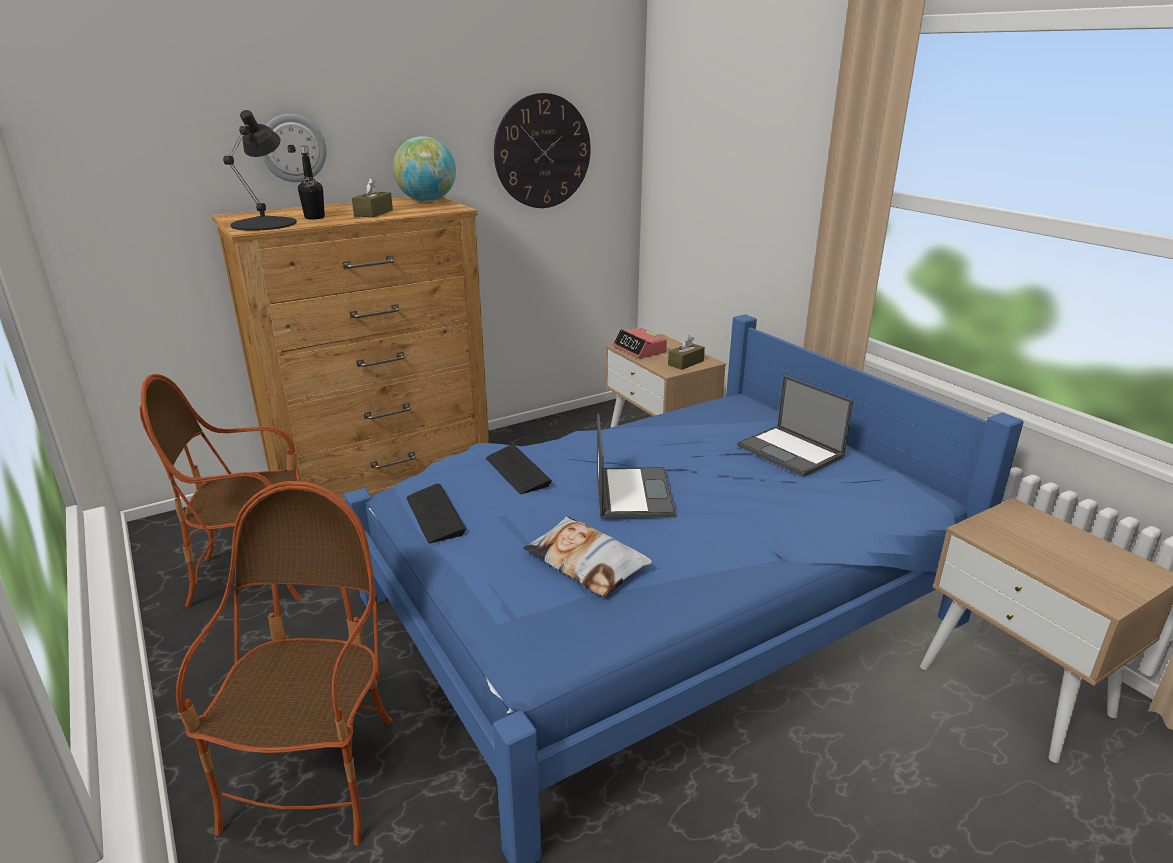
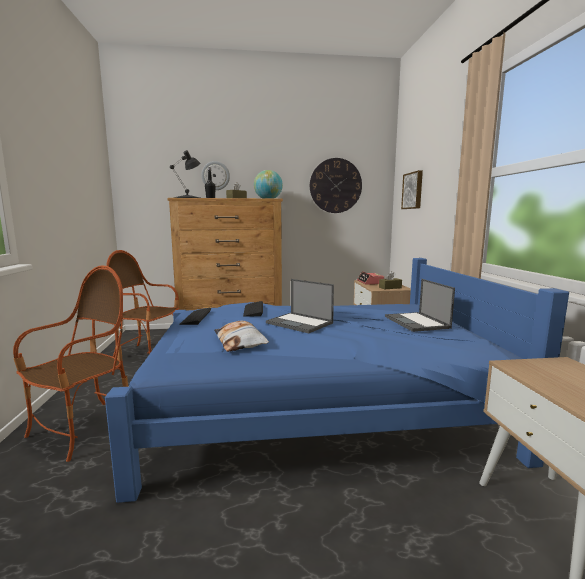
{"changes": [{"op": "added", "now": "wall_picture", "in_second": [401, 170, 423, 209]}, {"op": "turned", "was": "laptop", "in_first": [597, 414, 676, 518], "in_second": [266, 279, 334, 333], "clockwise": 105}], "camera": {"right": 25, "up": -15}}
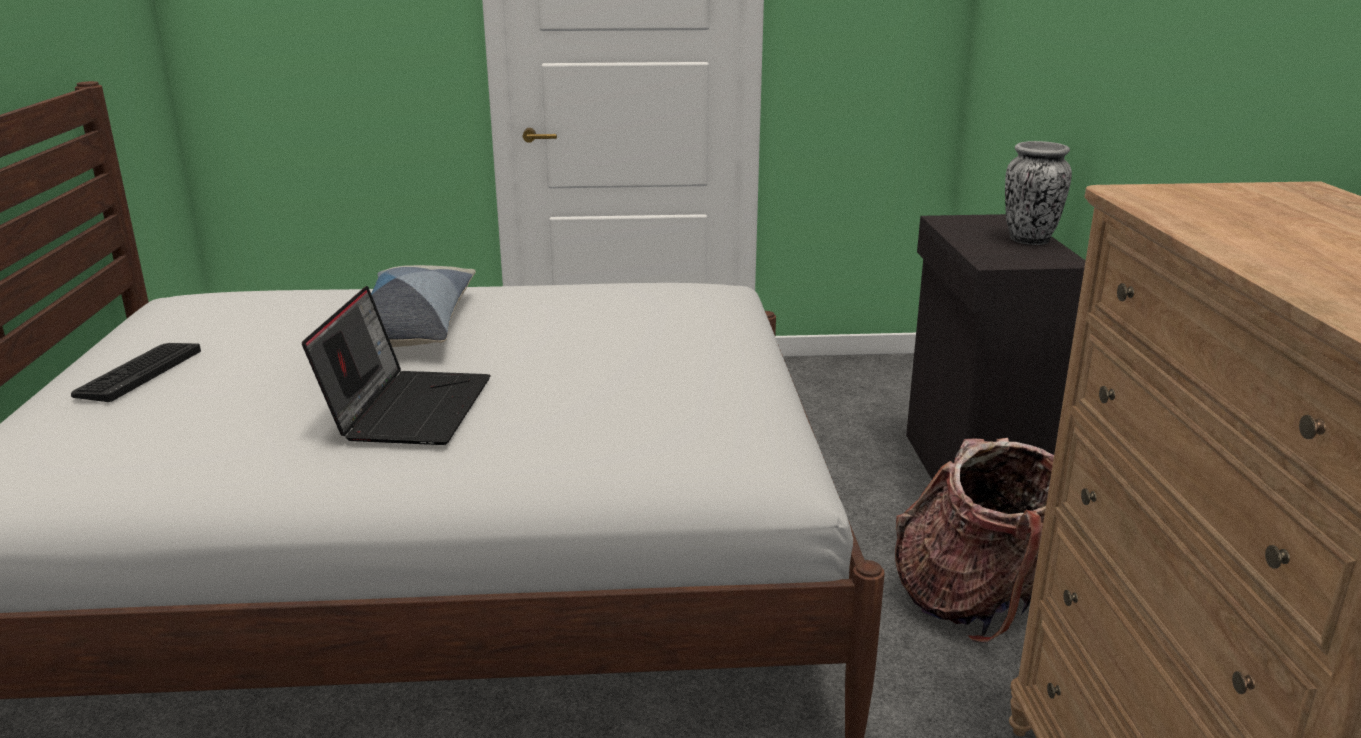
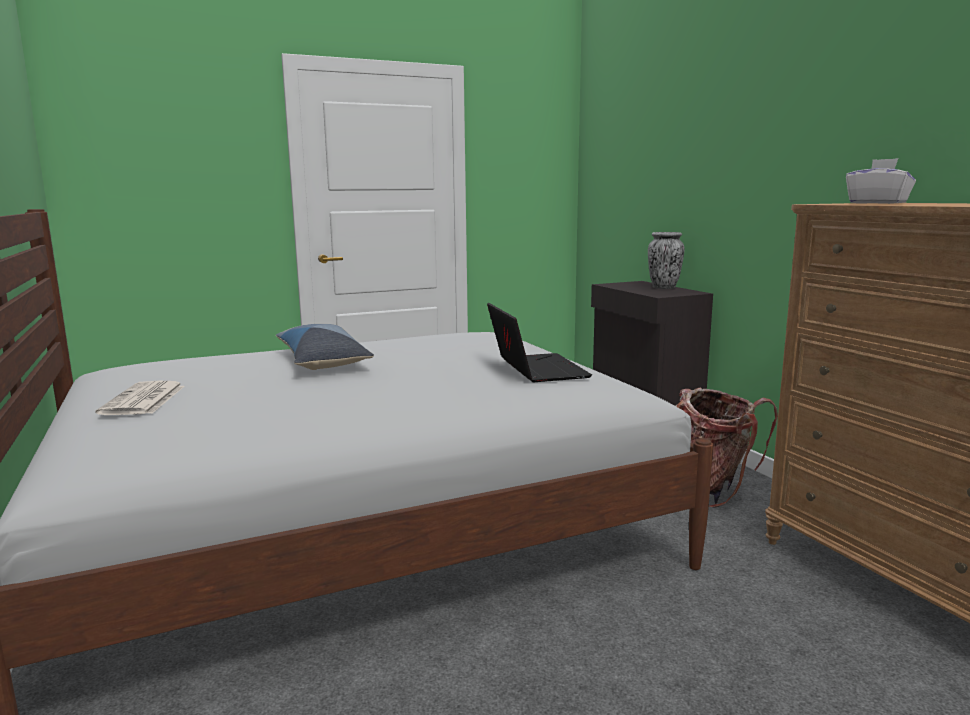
{"changes": [{"op": "added", "now": "white-coloured_box_of_tissues", "in_second": [846, 158, 916, 204]}, {"op": "moved", "was": "laptop", "in_first": [302, 286, 491, 445], "in_second": [487, 303, 592, 382]}, {"op": "replaced", "was": "keyboard", "now": "printed_paper", "in_first": [71, 343, 201, 402], "in_second": [96, 381, 185, 415]}], "camera": {"right": -20, "up": -10}}
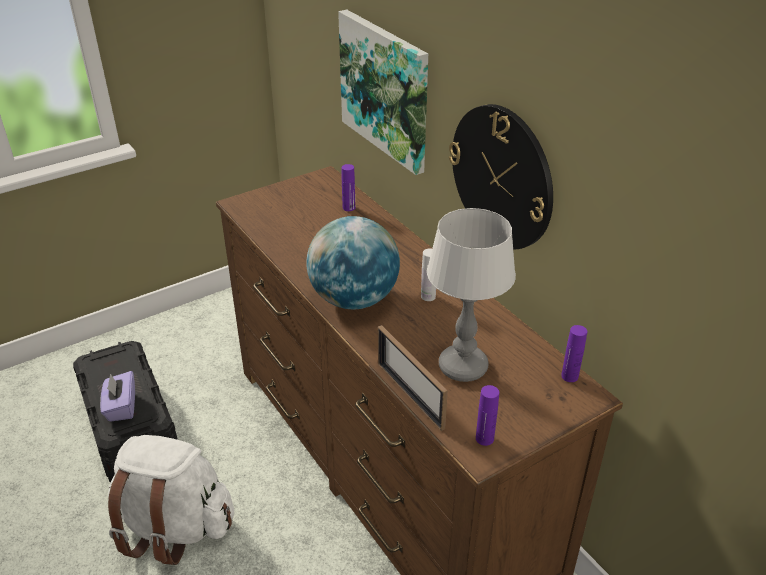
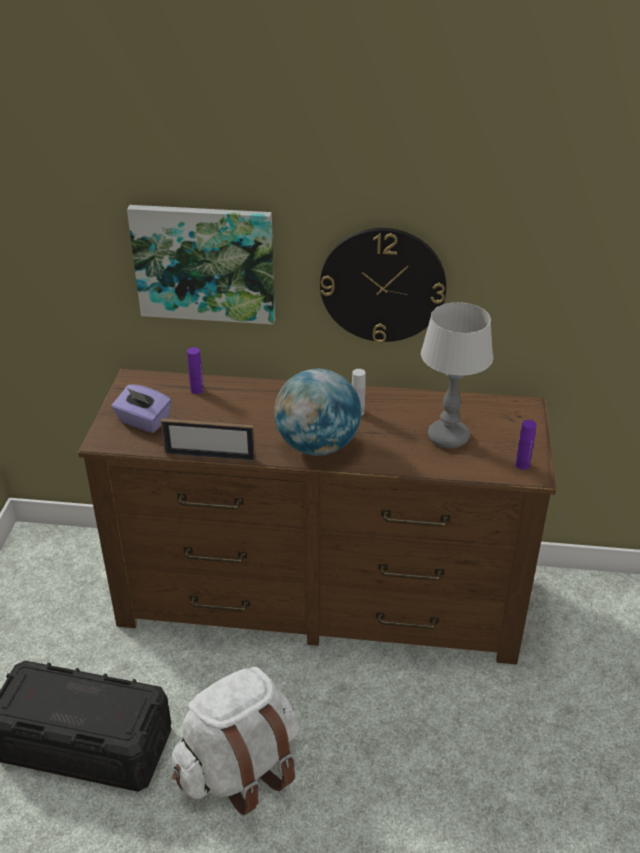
{"changes": [{"op": "removed", "was": "purple-coloured_drink_bottle", "in_first": [561, 325, 587, 382]}, {"op": "moved", "was": "purple-coloured_box_of_tissues", "in_first": [100, 371, 135, 422], "in_second": [112, 384, 171, 433]}, {"op": "moved", "was": "photo_frame", "in_first": [378, 325, 448, 431], "in_second": [161, 418, 256, 461]}], "camera": {"right": -50, "up": 0}}
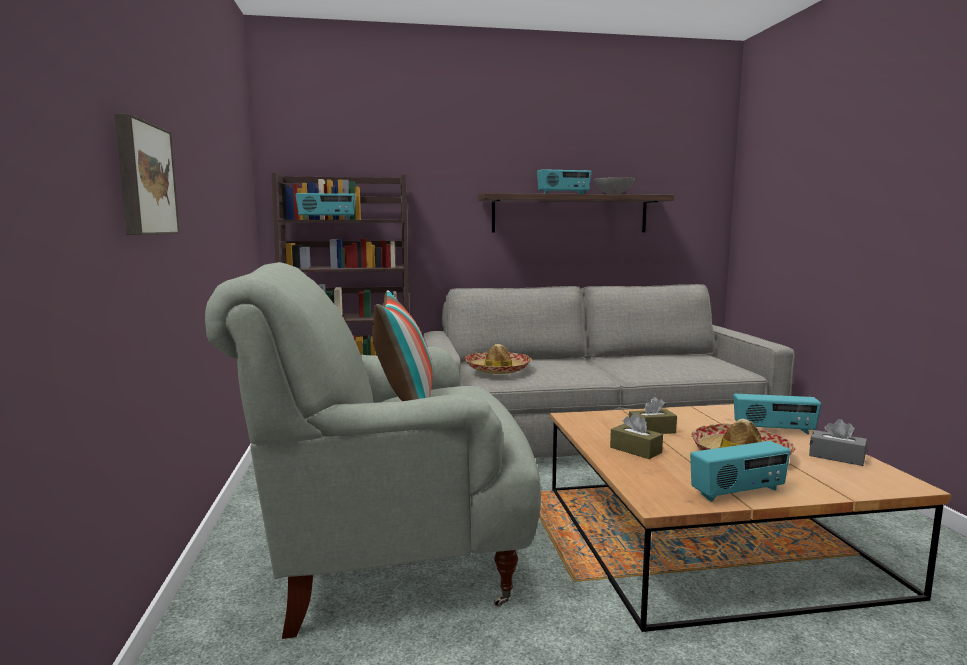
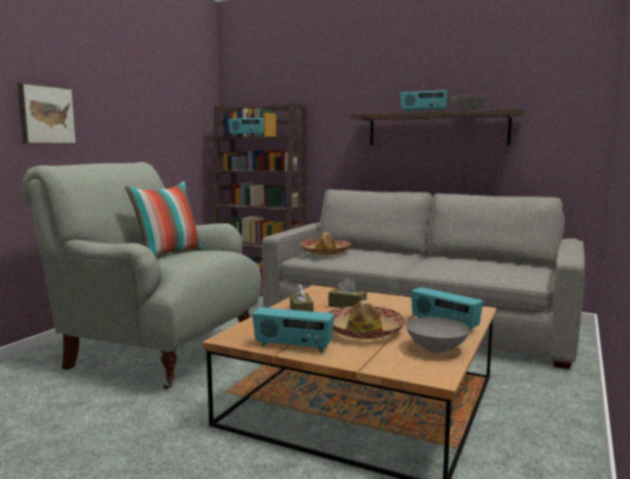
{"changes": [{"op": "replaced", "was": "grey_box_of_tissues", "now": "grey_bowl", "in_first": [809, 419, 867, 466], "in_second": [406, 317, 470, 353]}], "camera": {"right": 35, "up": 0}}
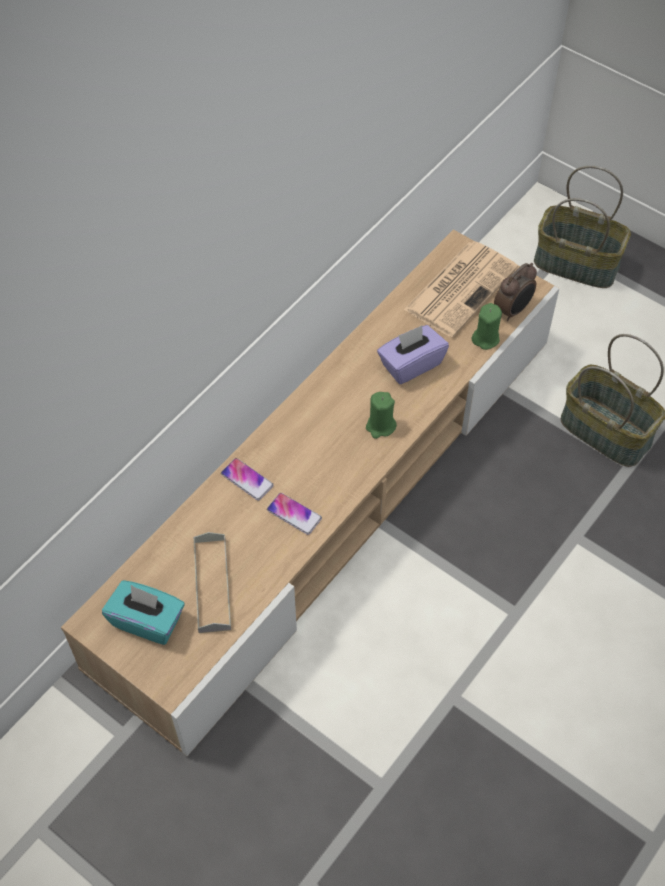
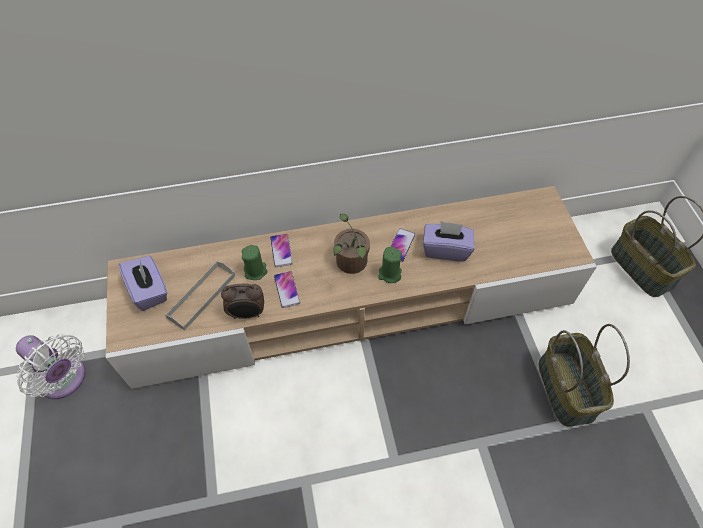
{"changes": [{"op": "removed", "was": "printed_paper", "in_first": [404, 241, 518, 337]}, {"op": "added", "now": "white-coloured_cooling_fan", "in_second": [16, 334, 86, 399]}, {"op": "added", "now": "potted_plant", "in_second": [333, 214, 370, 274]}, {"op": "added", "now": "telephone", "in_second": [390, 228, 416, 262]}, {"op": "moved", "was": "greenish_wax_candle", "in_first": [472, 303, 502, 350], "in_second": [242, 245, 267, 280]}, {"op": "moved", "was": "bedside_clock", "in_first": [494, 263, 537, 321], "in_second": [221, 284, 264, 319]}, {"op": "recoloured", "was": "blue-green_box_of_tissues", "now": "purple-coloured_box_of_tissues", "in_first": [102, 580, 185, 645], "in_second": [119, 256, 167, 311]}], "camera": {"right": 40, "up": 0}}
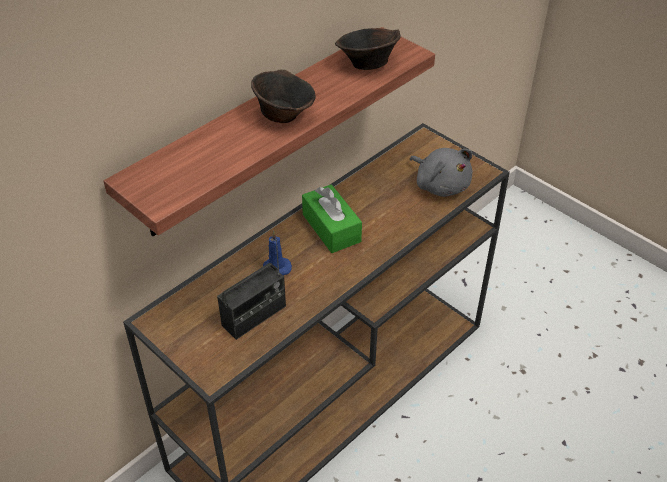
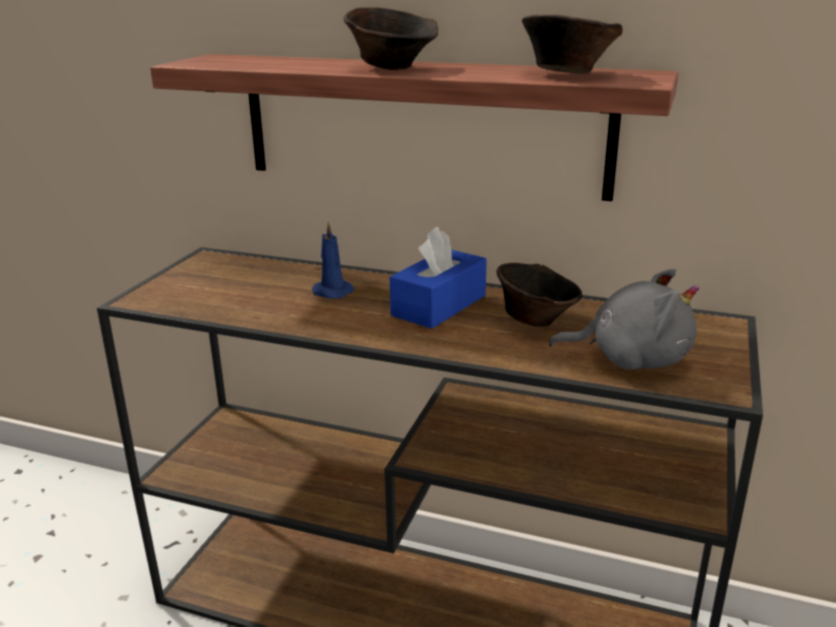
{"changes": [{"op": "removed", "was": "radio_set", "in_first": [217, 239, 286, 340]}, {"op": "added", "now": "brown-coloured_bowl", "in_second": [496, 263, 582, 327]}, {"op": "recoloured", "was": "greenish_box_of_tissues", "now": "blue_box_of_tissues", "in_first": [302, 184, 362, 253], "in_second": [390, 226, 487, 329]}, {"op": "turned", "was": "grey_soft_toy", "in_first": [410, 148, 473, 197], "in_second": [549, 269, 699, 370], "clockwise": -105}], "camera": {"right": 65, "up": -20}}
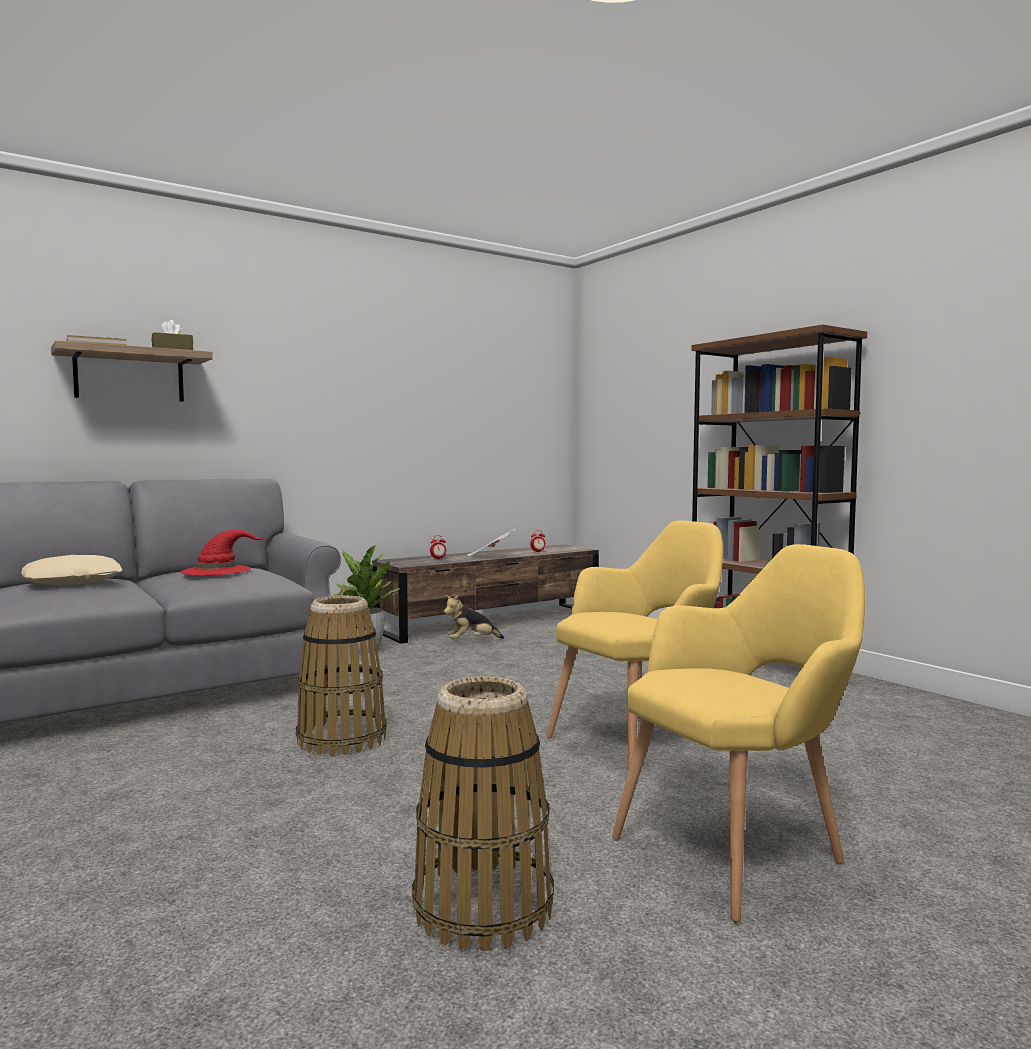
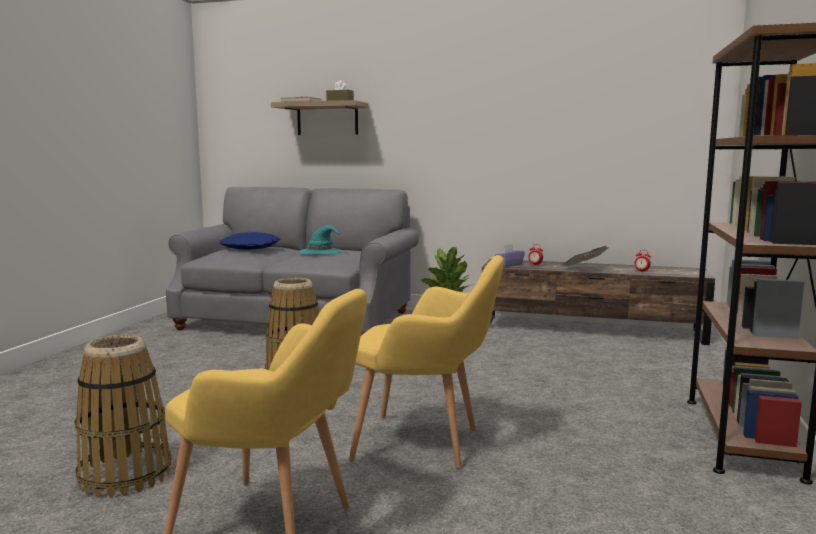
{"changes": [{"op": "removed", "was": "soft_toy", "in_first": [444, 595, 504, 639]}, {"op": "added", "now": "purple-coloured_box_of_tissues", "in_second": [495, 244, 525, 267]}, {"op": "recoloured", "was": "beige_cushion", "now": "blue_cushion", "in_first": [21, 555, 122, 585], "in_second": [220, 232, 280, 250]}, {"op": "recoloured", "was": "reddish_clothing_hat", "now": "blue-green_clothing_hat", "in_first": [180, 529, 265, 575], "in_second": [298, 225, 342, 255]}], "camera": {"right": 50, "up": 5}}
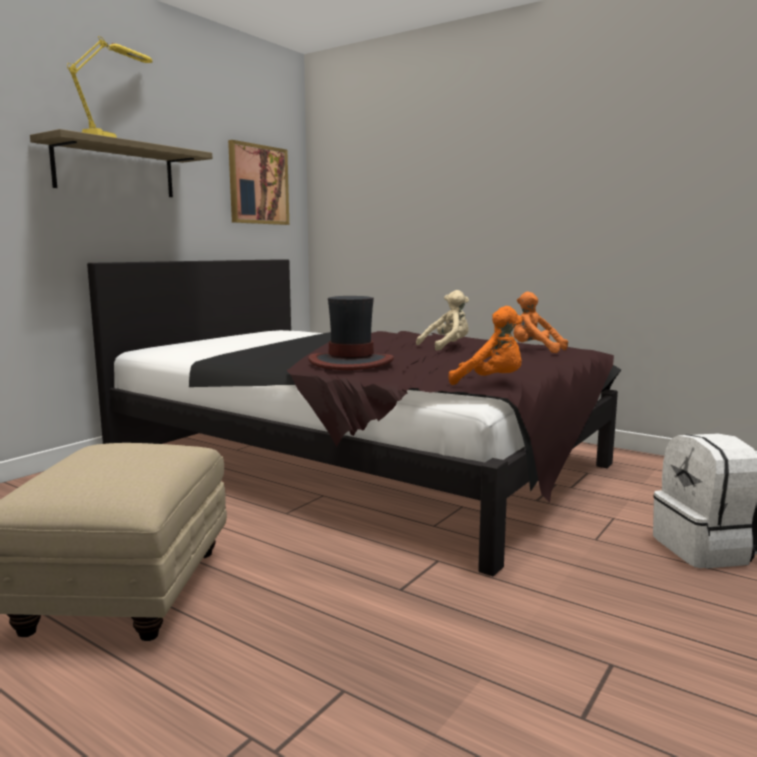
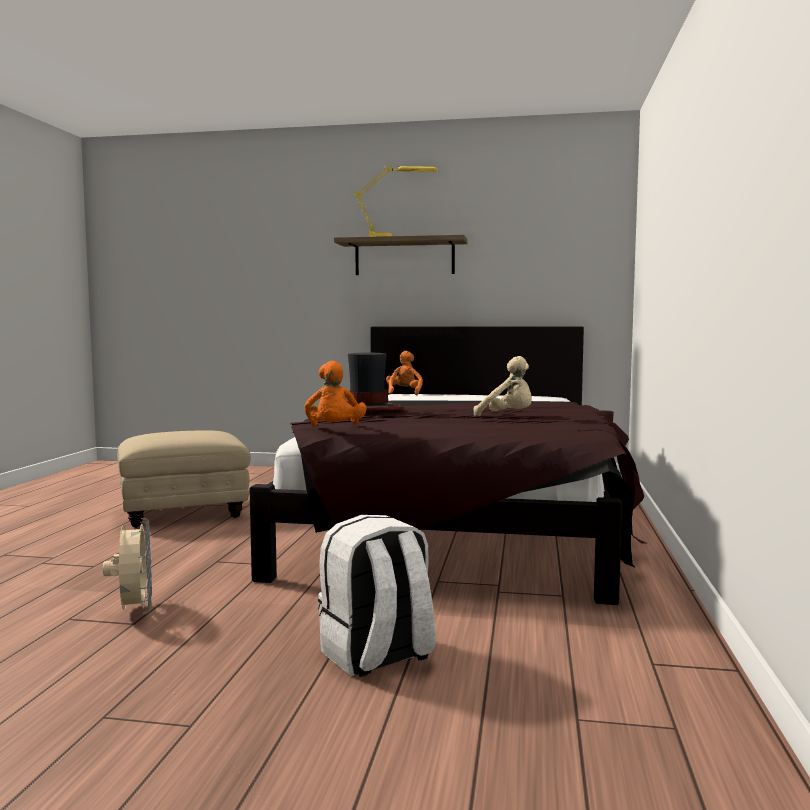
{"changes": [{"op": "removed", "was": "wall_picture", "in_first": [228, 140, 289, 225]}, {"op": "added", "now": "beige_cooling_fan", "in_second": [103, 518, 152, 614]}, {"op": "moved", "was": "orangey_soft_toy", "in_first": [513, 292, 568, 353], "in_second": [386, 351, 423, 395]}], "camera": {"right": 65, "up": -5}}
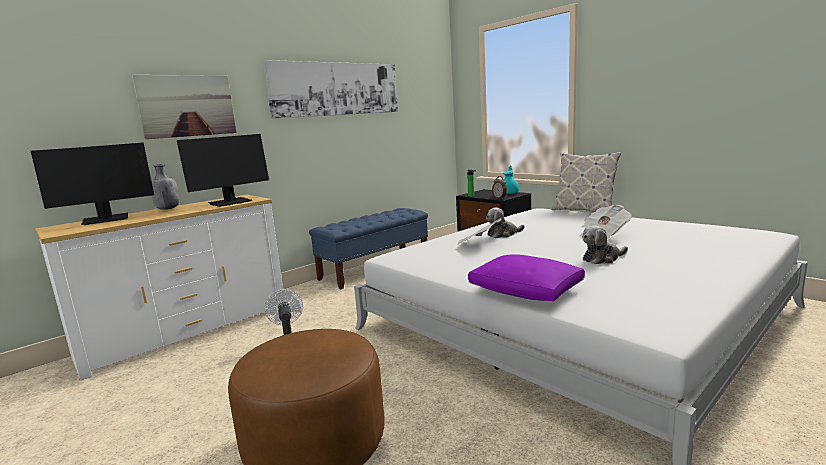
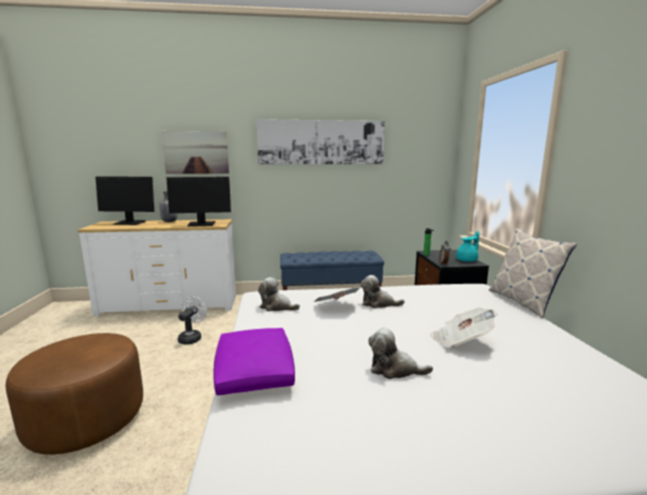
{"changes": [{"op": "added", "now": "soft_toy", "in_second": [258, 277, 300, 311]}], "camera": {"right": 35, "up": 0}}
